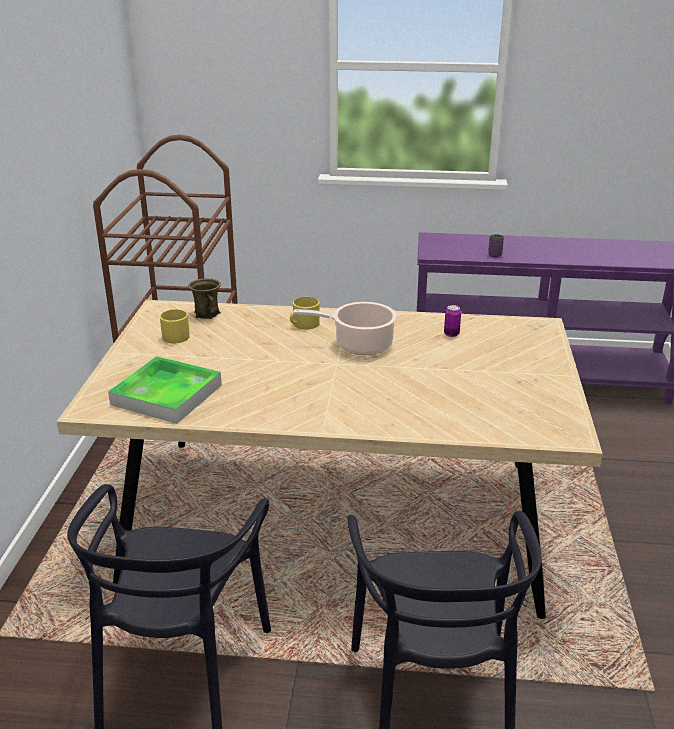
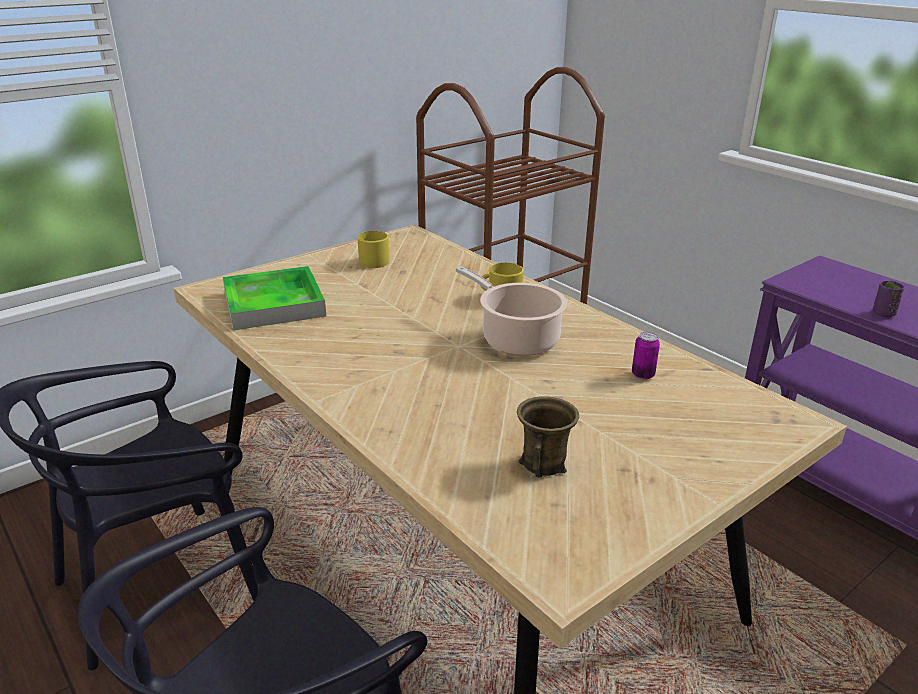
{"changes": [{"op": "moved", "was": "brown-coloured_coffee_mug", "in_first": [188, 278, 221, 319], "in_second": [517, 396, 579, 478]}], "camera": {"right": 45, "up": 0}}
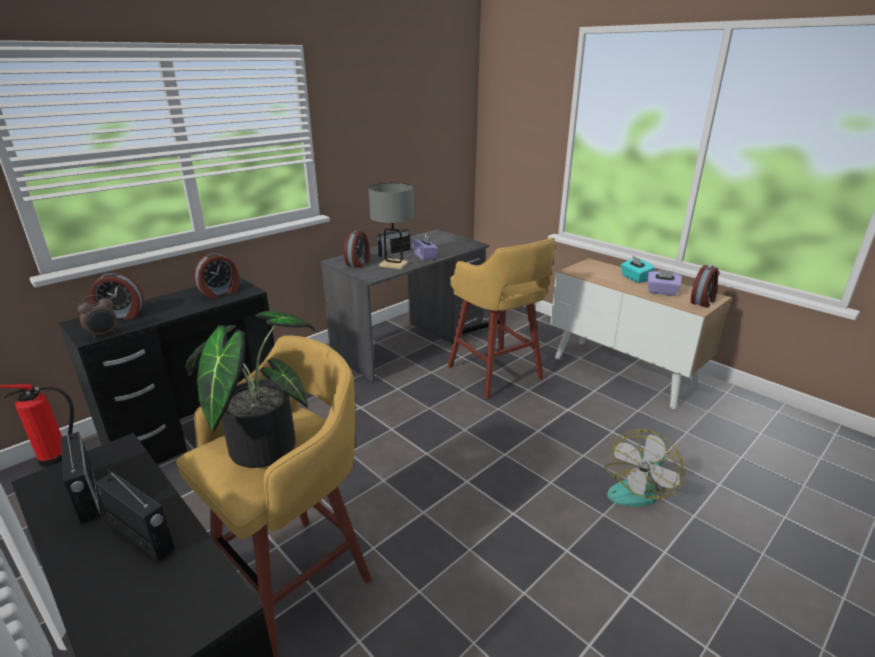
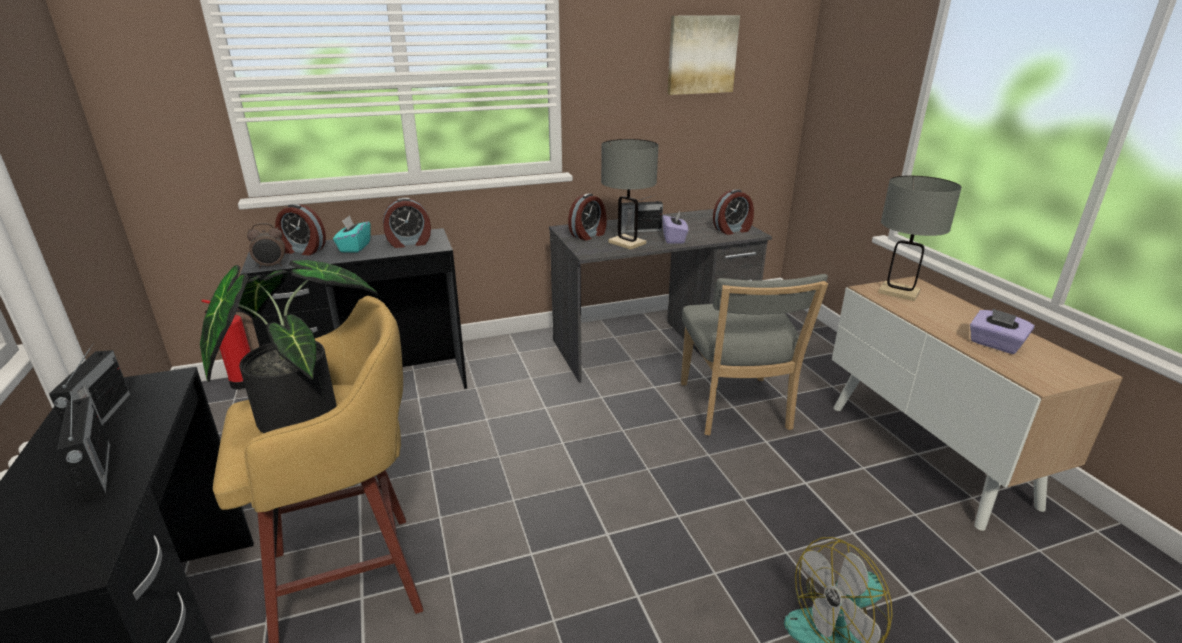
{"changes": [{"op": "added", "now": "wall_picture", "in_second": [667, 15, 740, 95]}, {"op": "added", "now": "grey_tabletop_lamp", "in_second": [878, 176, 962, 301]}, {"op": "moved", "was": "blue-green_box_of_tissues", "in_first": [621, 255, 655, 283], "in_second": [333, 215, 371, 253]}, {"op": "moved", "was": "bedside_clock", "in_first": [691, 265, 718, 308], "in_second": [713, 189, 754, 235]}, {"op": "replaced", "was": "yellow_sitting_stool", "now": "grey_chair", "in_first": [448, 238, 555, 399], "in_second": [681, 274, 828, 436]}], "camera": {"right": 25, "up": 0}}
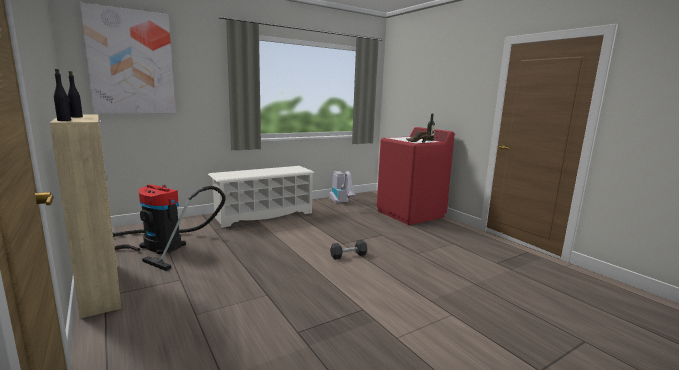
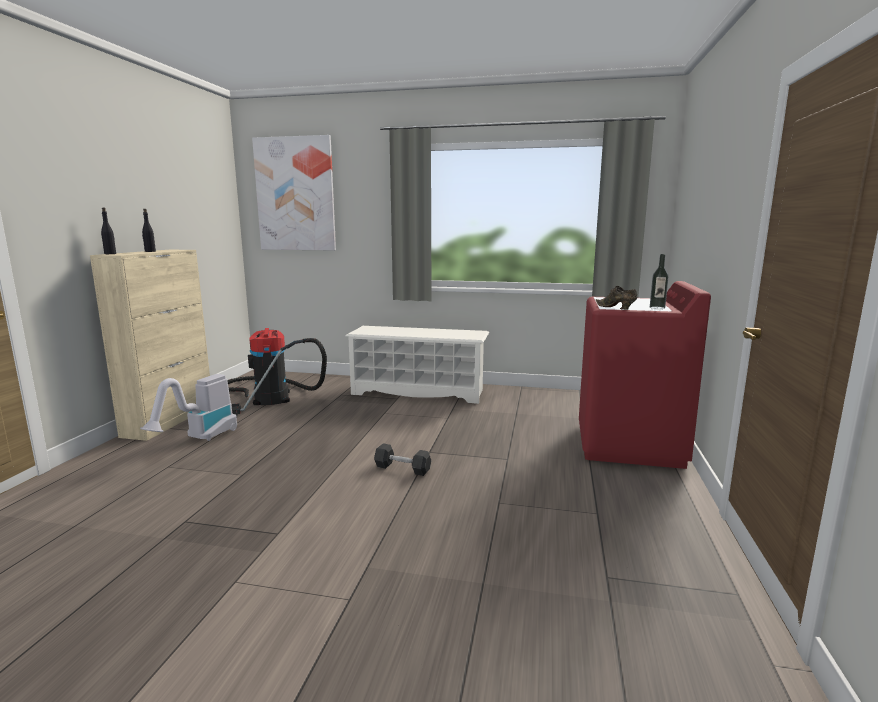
{"changes": [{"op": "moved", "was": "vacuum", "in_first": [329, 171, 357, 204], "in_second": [140, 374, 237, 441]}], "camera": {"right": 45, "up": 0}}
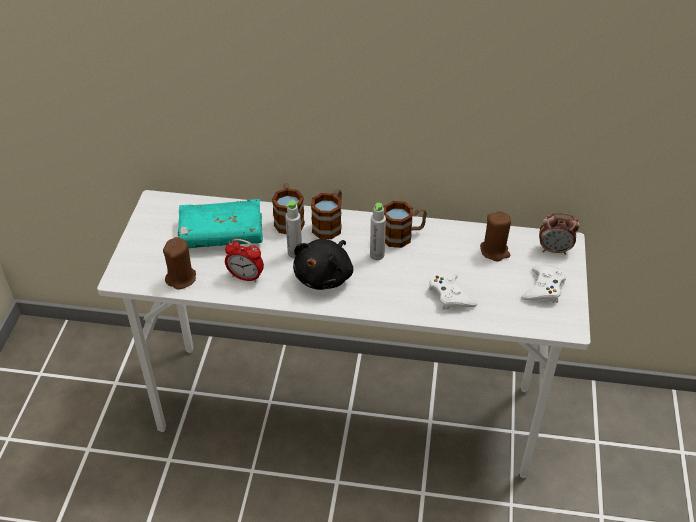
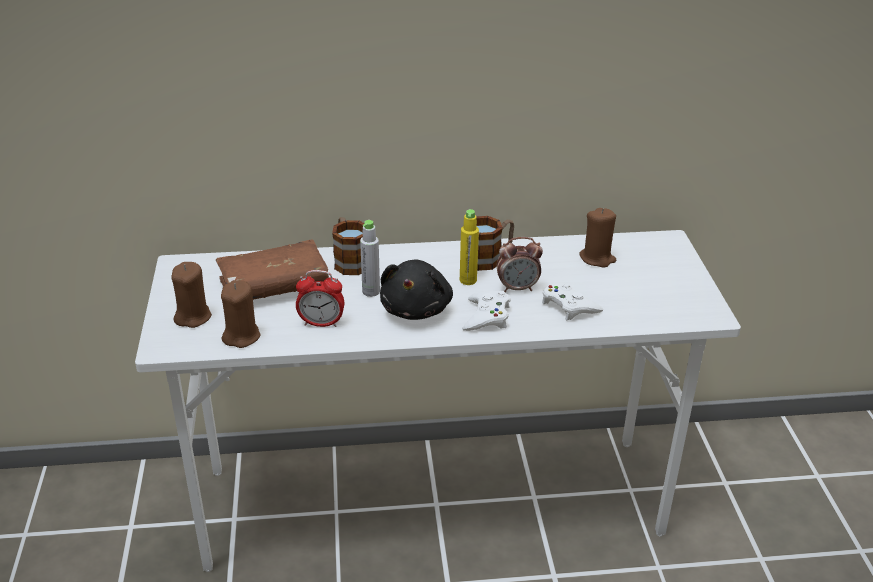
{"changes": [{"op": "removed", "was": "coffee_mug", "in_first": [311, 189, 342, 239]}, {"op": "added", "now": "brown-coloured_wax_candle", "in_second": [171, 262, 212, 328]}, {"op": "moved", "was": "white-coloured_game_controller", "in_first": [521, 266, 566, 303], "in_second": [462, 291, 511, 331]}, {"op": "moved", "was": "bedside_clock", "in_first": [539, 213, 580, 255], "in_second": [497, 237, 543, 292]}, {"op": "recoloured", "was": "blue-green_book", "now": "brown-coloured_book", "in_first": [178, 199, 263, 248], "in_second": [216, 239, 329, 300]}, {"op": "recoloured", "was": "grey_drink_bottle", "now": "yellow_drink_bottle", "in_first": [370, 203, 386, 260], "in_second": [460, 209, 479, 285]}], "camera": {"right": -15, "up": -10}}
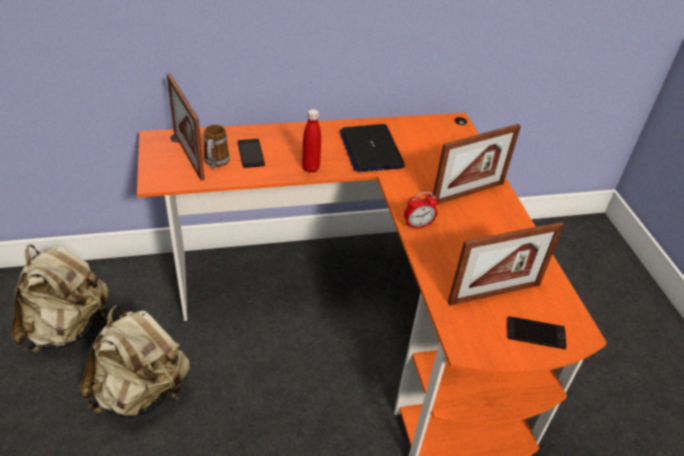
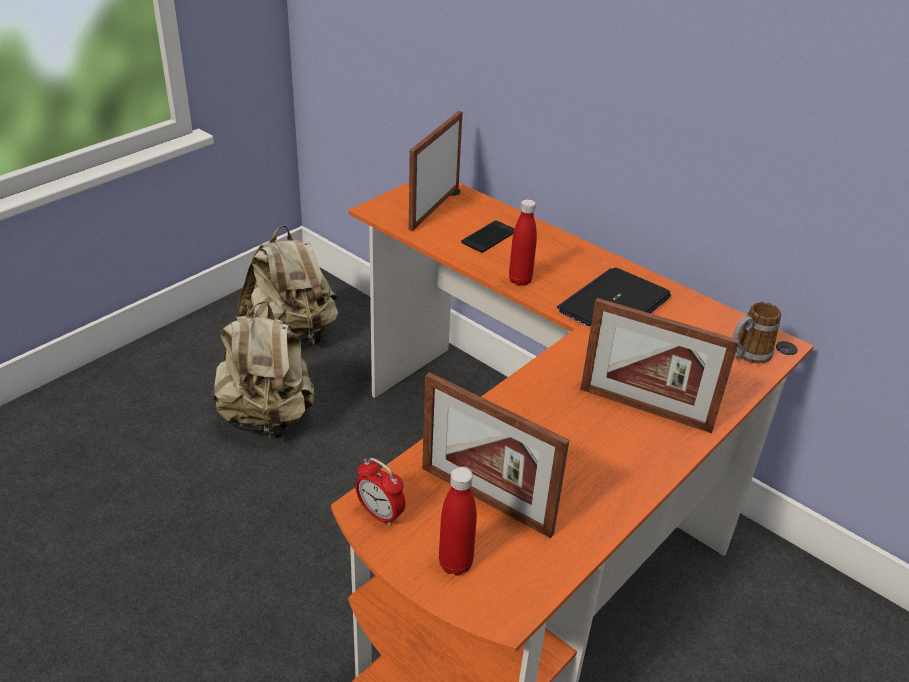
{"changes": [{"op": "moved", "was": "coffee_mug", "in_first": [204, 124, 230, 169], "in_second": [733, 302, 781, 364]}, {"op": "moved", "was": "bedside_clock", "in_first": [404, 192, 438, 229], "in_second": [355, 458, 406, 526]}, {"op": "replaced", "was": "telephone", "now": "reddish_drink_bottle", "in_first": [507, 316, 567, 349], "in_second": [439, 467, 477, 576]}], "camera": {"right": 55, "up": -5}}
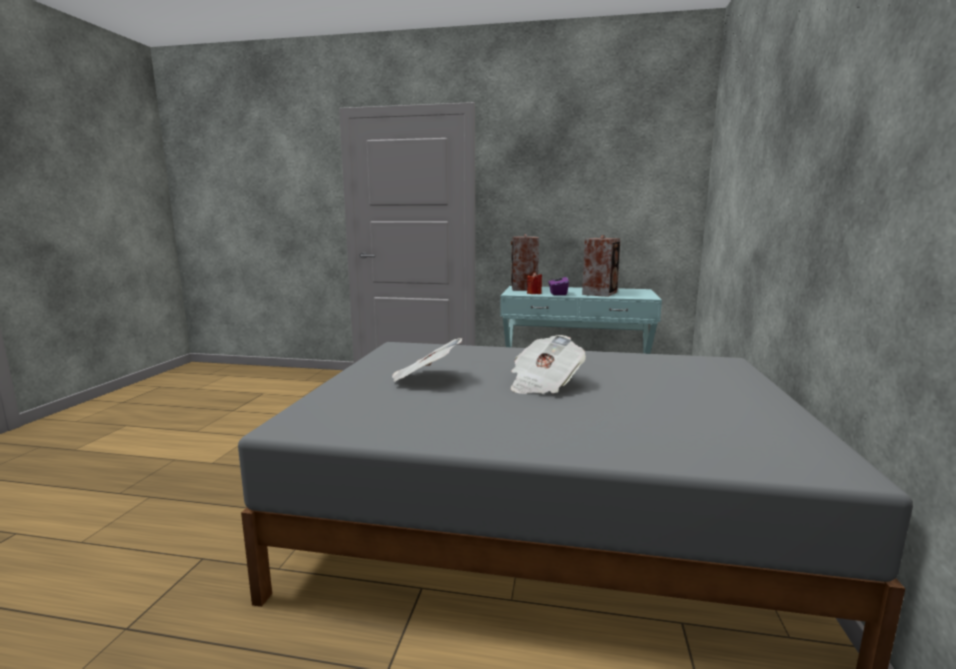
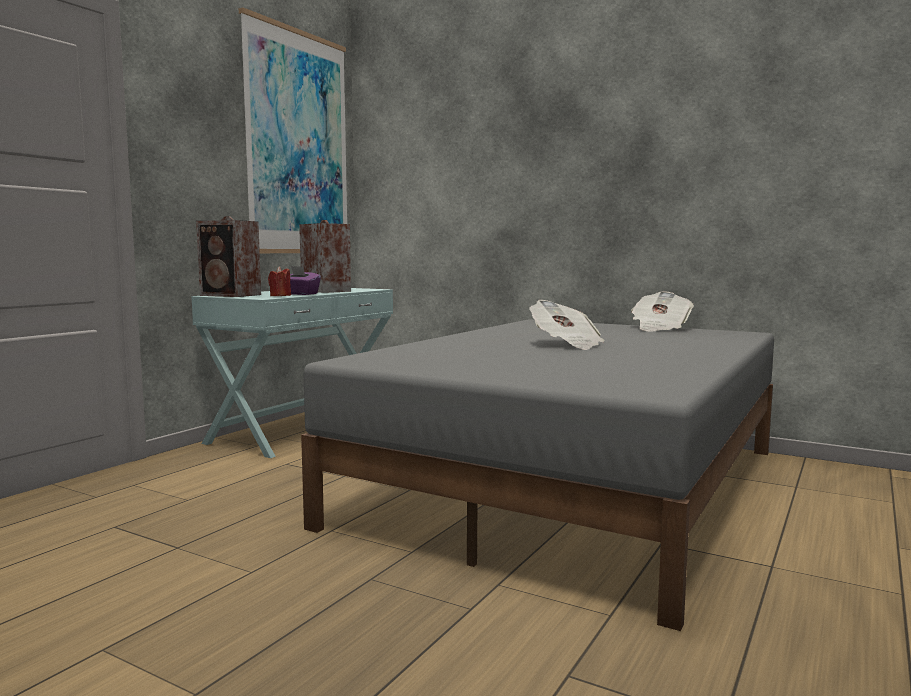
{"changes": [{"op": "added", "now": "wall_picture", "in_second": [239, 7, 347, 253]}, {"op": "moved", "was": "printed_paper", "in_first": [392, 338, 462, 383], "in_second": [631, 291, 694, 332]}], "camera": {"right": -70, "up": -5}}
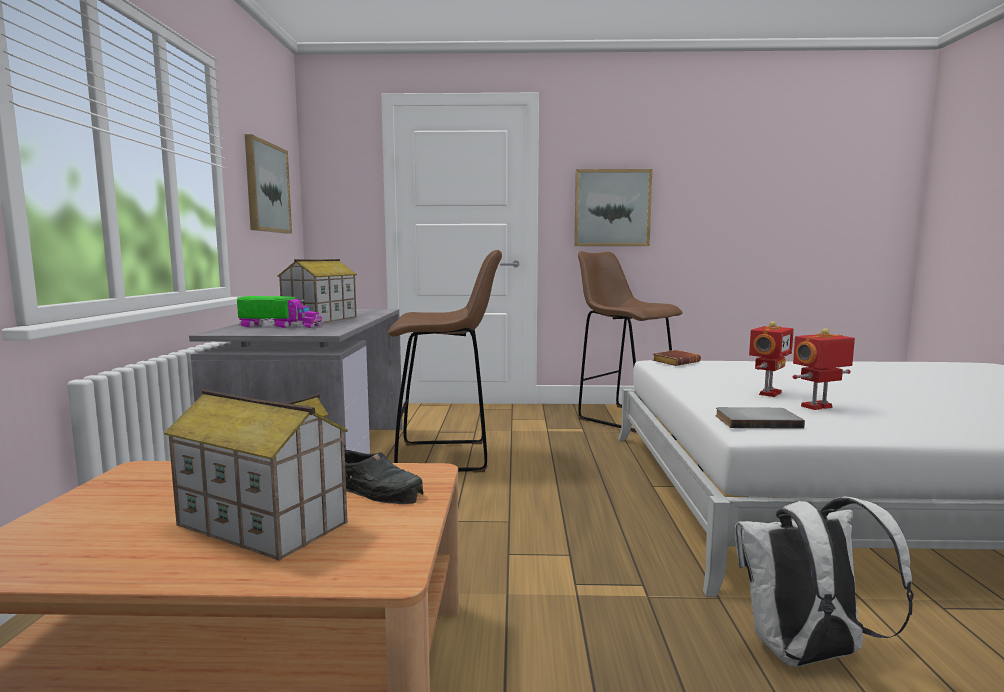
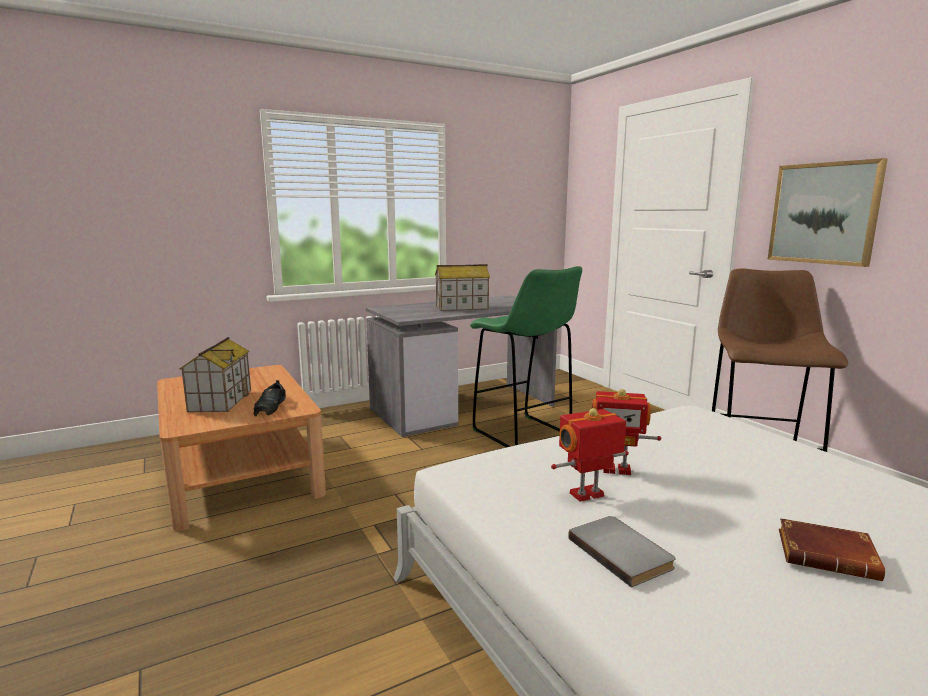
{"changes": [{"op": "removed", "was": "model_truck", "in_first": [237, 296, 323, 328]}, {"op": "removed", "was": "wall_picture", "in_first": [245, 134, 292, 233]}, {"op": "removed", "was": "white-coloured_knapsack", "in_first": [735, 496, 914, 667]}, {"op": "moved", "was": "brown-coloured_book", "in_first": [652, 350, 701, 366], "in_second": [779, 518, 885, 581]}, {"op": "moved", "was": "grey_book", "in_first": [715, 407, 805, 429], "in_second": [568, 516, 676, 587]}, {"op": "recoloured", "was": "brown-coloured_sitting_stool", "now": "greenish_sitting_stool", "in_first": [388, 250, 502, 473], "in_second": [470, 266, 582, 448]}, {"op": "turned", "was": "model_robot", "in_first": [792, 328, 855, 410], "in_second": [551, 408, 629, 502], "clockwise": -60}], "camera": {"right": 60, "up": 5}}
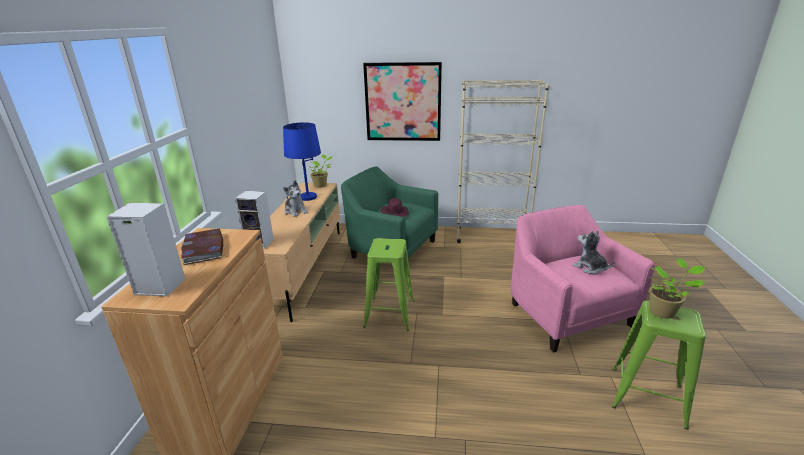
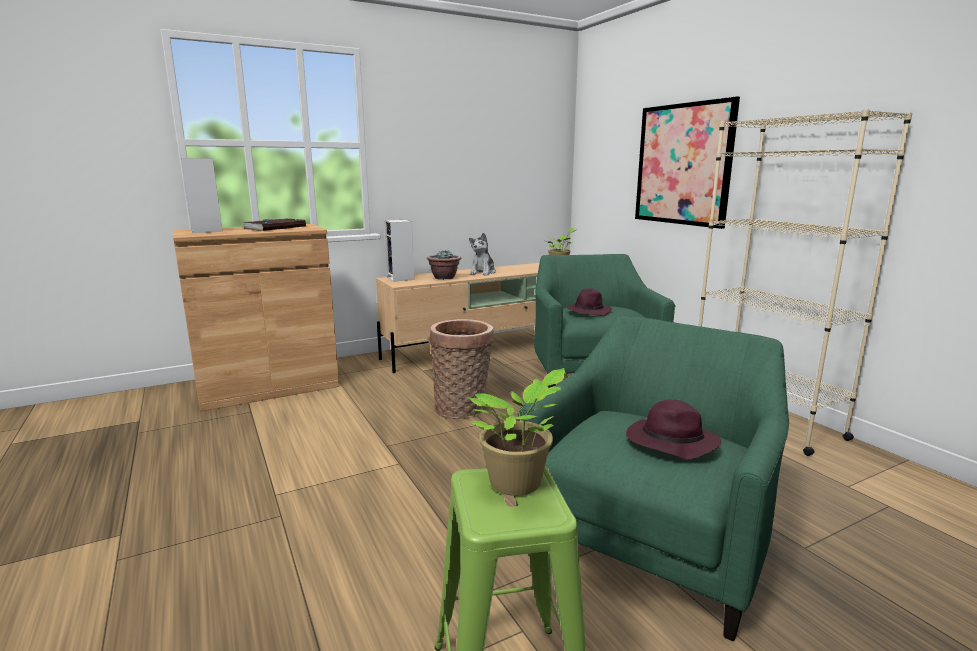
{"changes": [{"op": "removed", "was": "blue_tabletop_lamp", "in_first": [283, 122, 321, 201]}, {"op": "added", "now": "potted_plant", "in_second": [427, 250, 461, 280]}, {"op": "replaced", "was": "greenish_sitting_stool", "now": "basket", "in_first": [363, 238, 414, 331], "in_second": [429, 319, 494, 419]}, {"op": "replaced", "was": "soft_toy", "now": "purple-coloured_clothing_hat", "in_first": [573, 231, 614, 274], "in_second": [626, 399, 721, 459]}, {"op": "recoloured", "was": "pink-coloured_armchair", "now": "greenish_armchair", "in_first": [511, 205, 655, 352], "in_second": [516, 315, 789, 641]}], "camera": {"right": 55, "up": -10}}
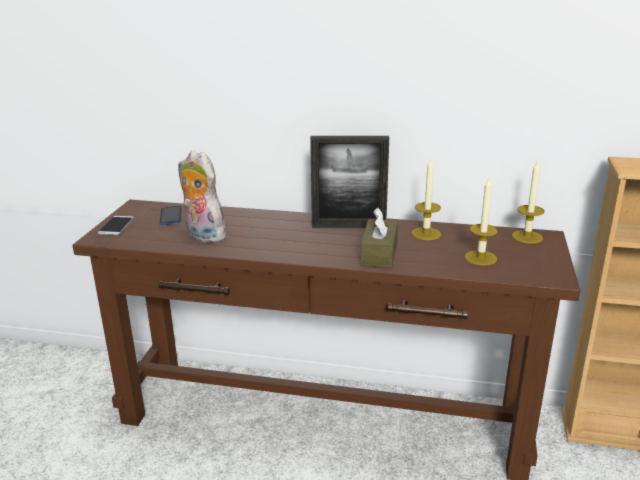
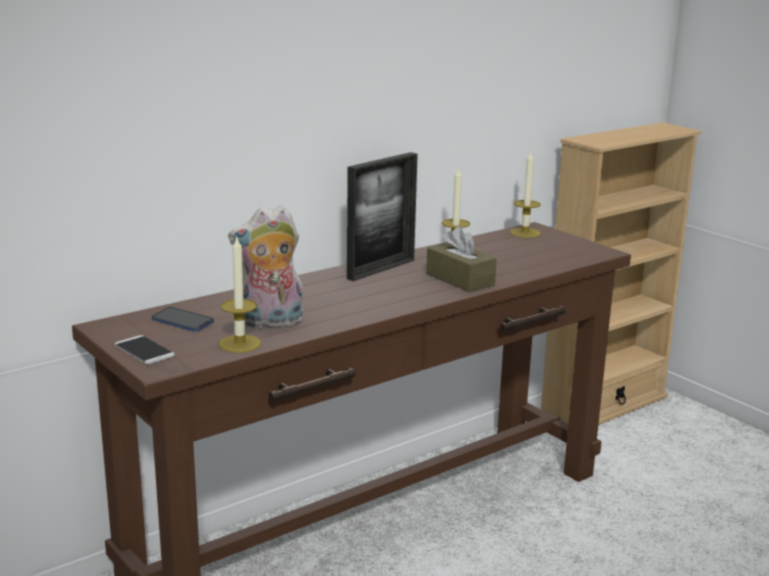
{"changes": [{"op": "moved", "was": "wax_candle", "in_first": [465, 178, 498, 266], "in_second": [219, 235, 261, 353]}], "camera": {"right": -50, "up": -5}}
